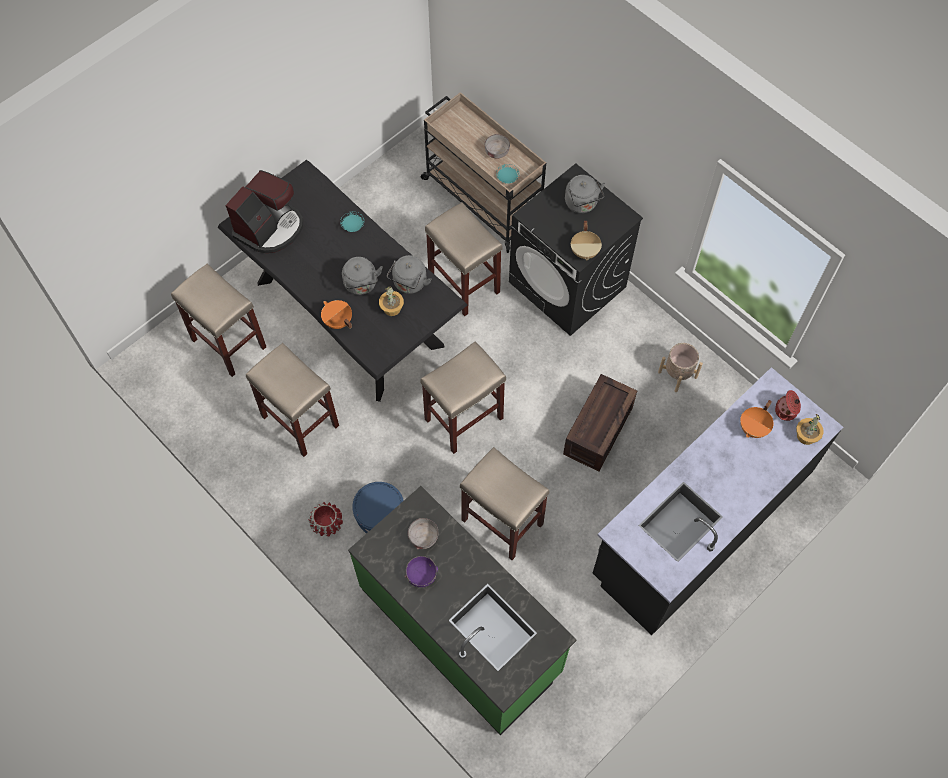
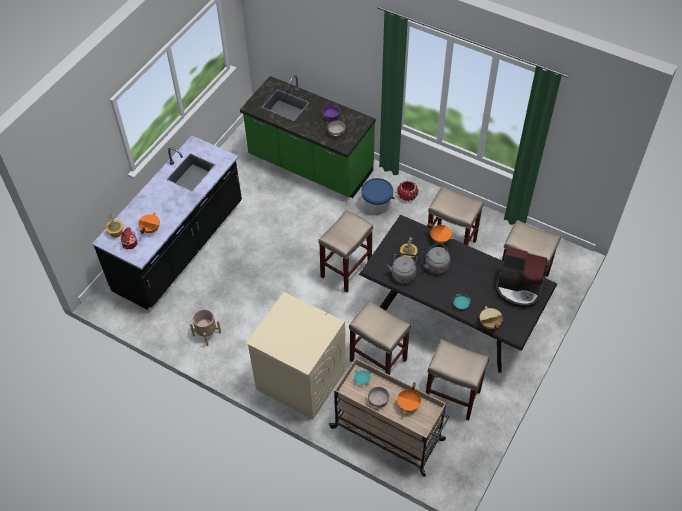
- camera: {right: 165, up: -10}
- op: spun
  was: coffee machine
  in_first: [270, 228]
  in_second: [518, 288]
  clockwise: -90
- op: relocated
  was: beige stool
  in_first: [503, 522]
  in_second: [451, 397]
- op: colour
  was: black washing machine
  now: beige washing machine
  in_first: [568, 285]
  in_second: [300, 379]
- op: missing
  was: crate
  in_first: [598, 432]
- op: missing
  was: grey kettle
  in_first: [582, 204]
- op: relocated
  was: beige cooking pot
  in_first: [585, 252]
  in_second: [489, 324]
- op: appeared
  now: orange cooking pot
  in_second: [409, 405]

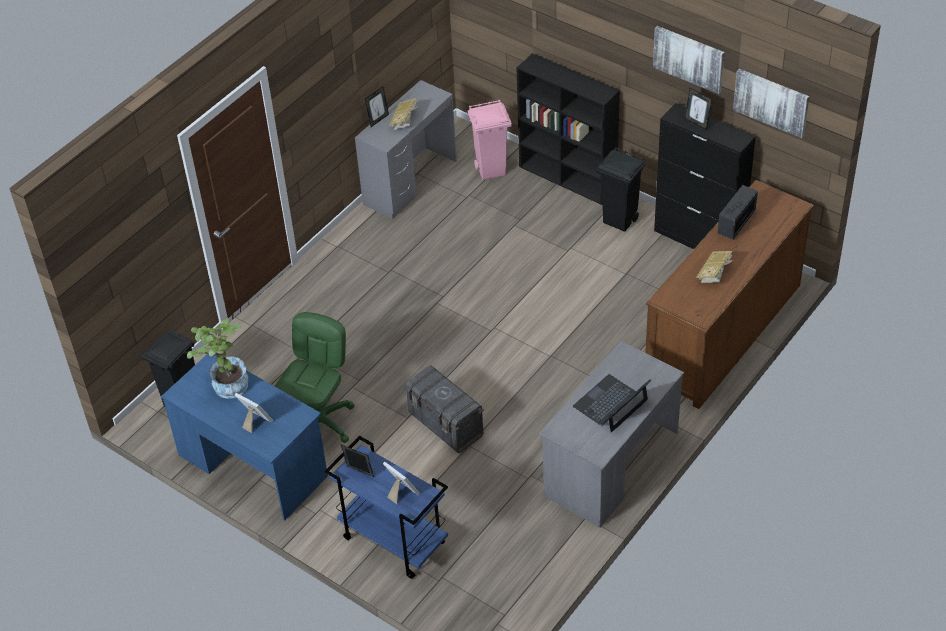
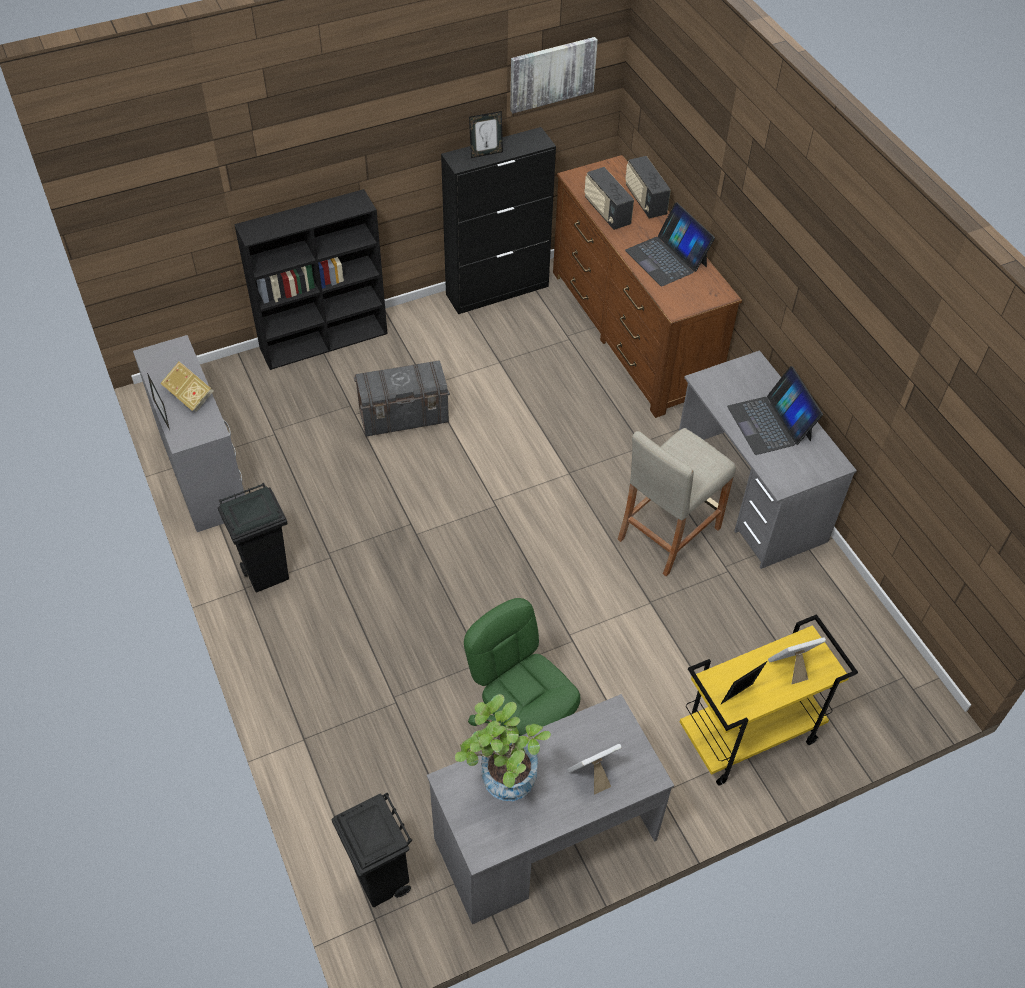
- camera: {right: -65, up: 5}
- op: colour
  was: blue desk
  now: grey desk
  in_first: [252, 465]
  in_second: [545, 839]
- op: colour
  was: blue cart
  now: yellow cart
  in_first: [392, 540]
  in_second: [748, 737]
- op: relocated
  was: grey storage box
  in_first: [446, 424]
  in_second: [404, 417]
- op: missing
  was: pink trash can
  in_first: [491, 170]
- op: relocated
  was: black trash can
  in_first: [620, 221]
  in_second: [267, 574]
- op: missing
  was: picture
  in_first: [689, 58]
- op: exchanged
  was: book
  now: laptop
  in_first: [714, 274]
  in_second: [667, 258]
- op: appeared
  now: beige stool
  in_second: [668, 533]
- op: appeared
  now: radio
  in_second: [645, 201]

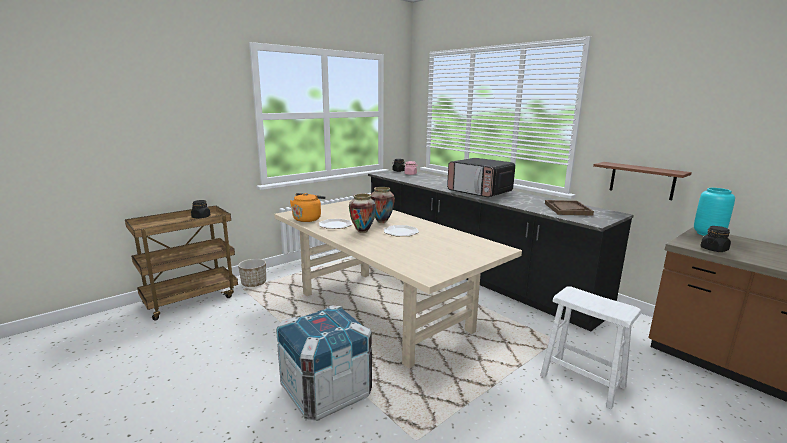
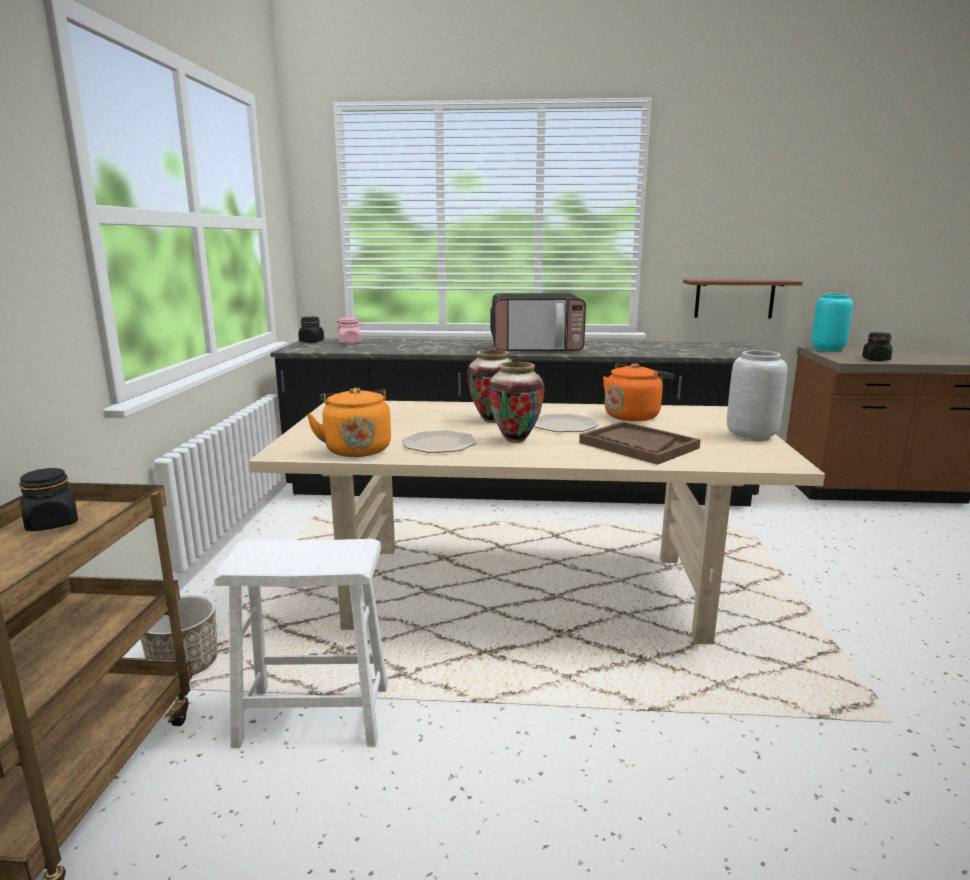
- camera: {right: -45, up: 0}
- op: missing
  was: crate
  in_first: [326, 391]
- op: relocated
  was: white stool
  in_first: [582, 381]
  in_second: [314, 715]
- op: relocated
  was: brown tray
  in_first: [567, 209]
  in_second: [638, 445]
- op: appeared
  now: orange kettle
  in_second: [633, 416]
- op: appeared
  now: grey vase
  in_second: [752, 436]

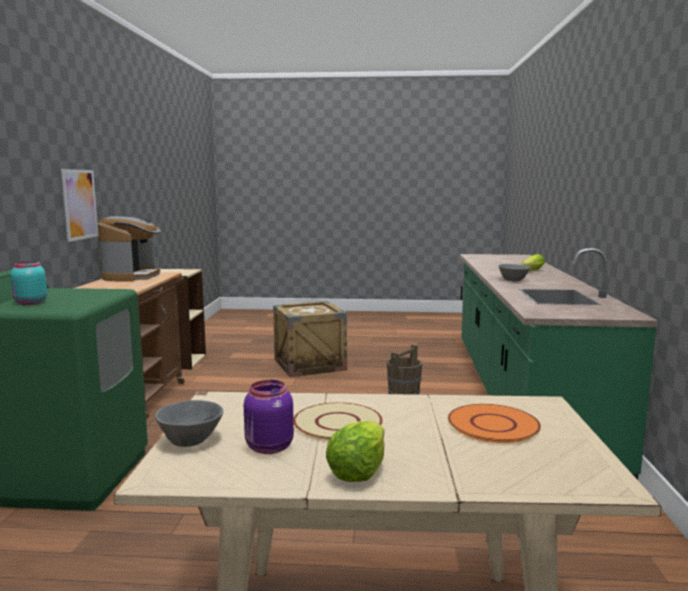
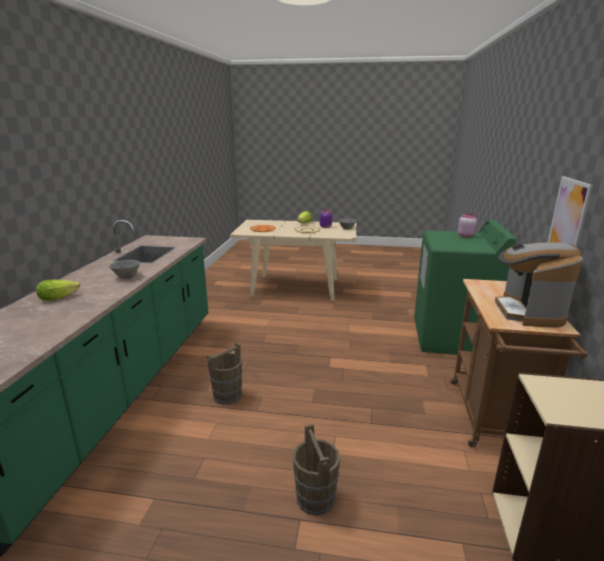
- camera: {right: -175, up: 10}
- op: colour
  was: turquoise jar
  now: pink jar
  in_first: [30, 303]
  in_second: [465, 236]
- op: exchanged
  was: crate
  now: brown bucket
  in_first: [309, 365]
  in_second: [315, 498]

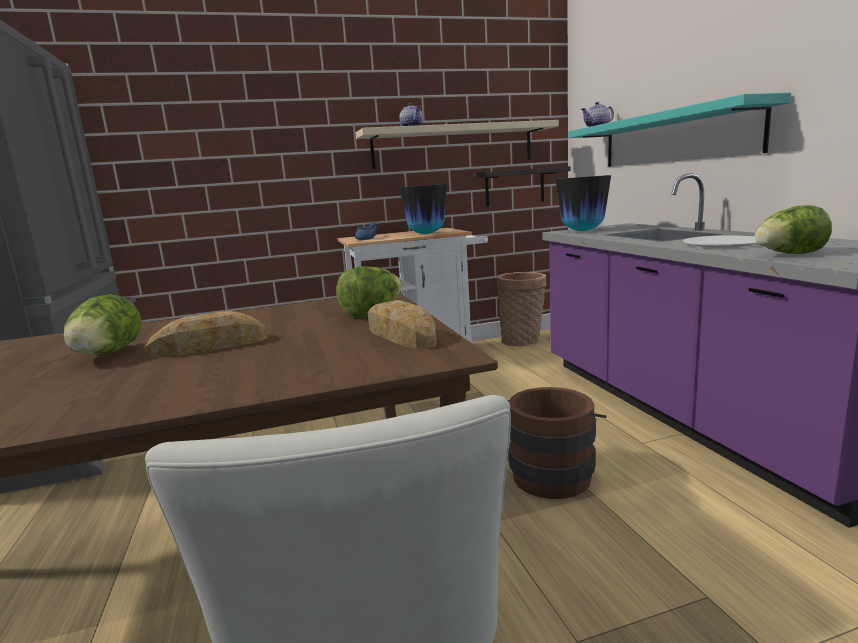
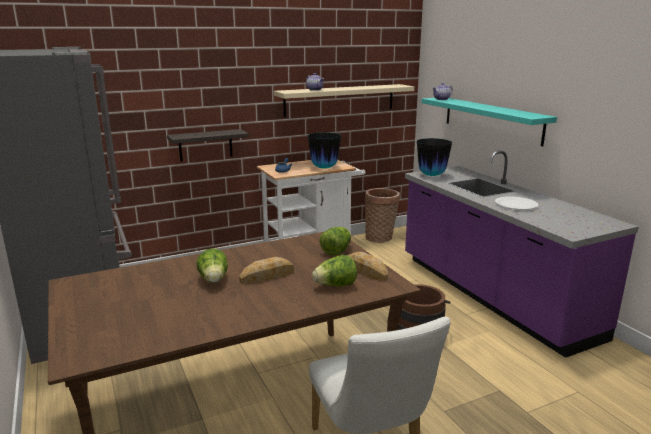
- camera: {right: -10, up: 5}
- op: relocated
  was: shelf
  in_first: [514, 187]
  in_second: [205, 145]
- op: relocated
  was: lettuce
  in_first: [789, 254]
  in_second: [335, 285]

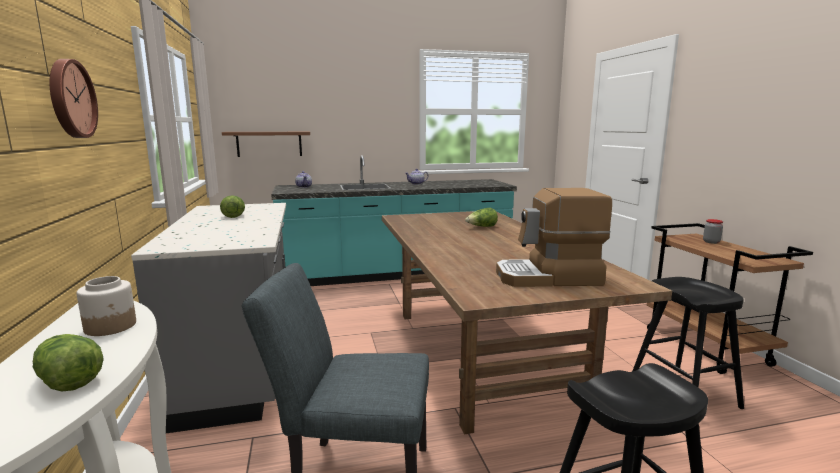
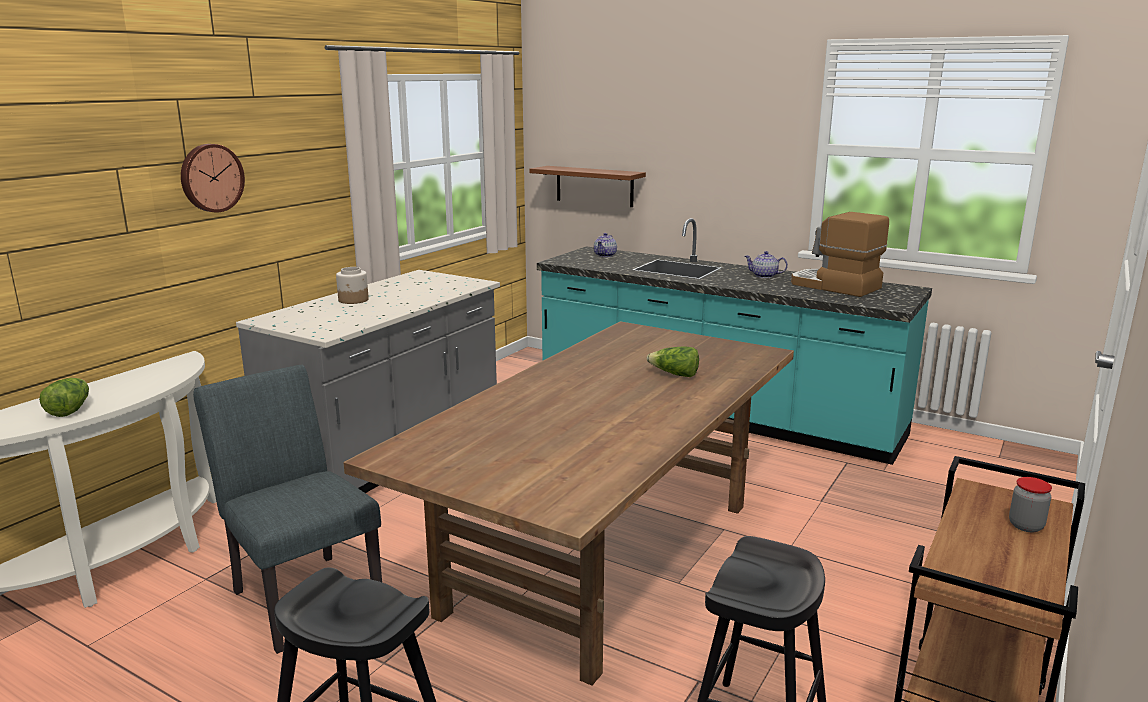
- camera: {right: 45, up: 5}
- op: relocated
  was: jar
  in_first: [111, 326]
  in_second: [353, 300]
- op: missing
  was: lettuce
  in_first: [233, 215]
- op: relocated
  was: coffee machine
  in_first: [548, 277]
  in_second: [834, 286]

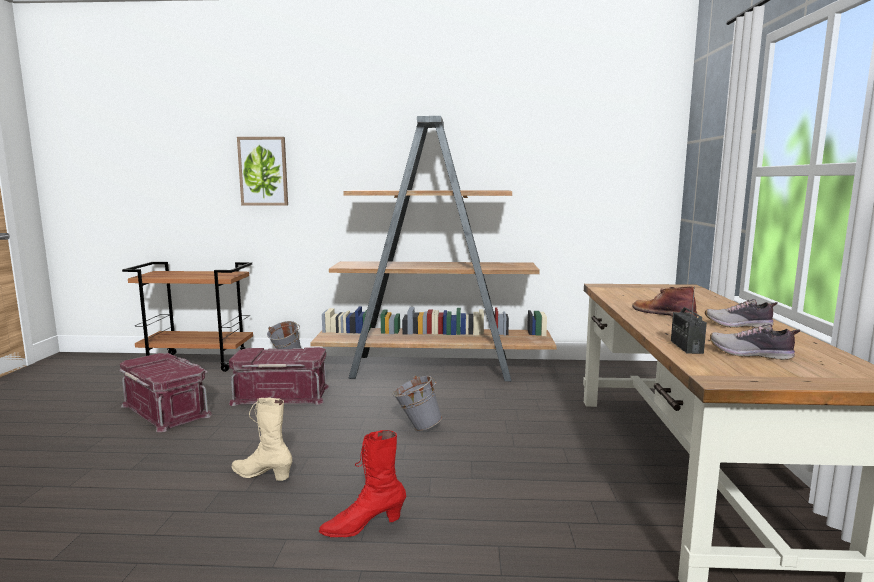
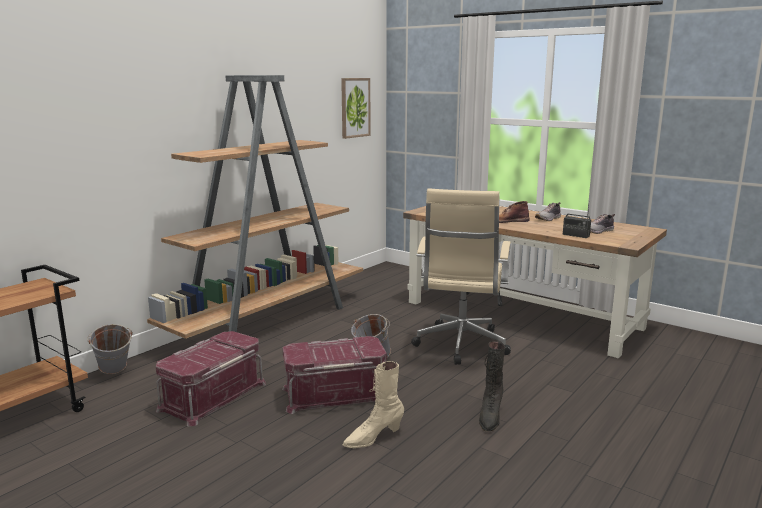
- camera: {right: -55, up: 5}
- op: relocated
  was: red storage box
  in_first: [167, 410]
  in_second: [335, 393]
- op: relocated
  was: picture
  in_first: [263, 171]
  in_second: [355, 107]
- op: colour
  was: red boot
  now: black boot
  in_first: [363, 526]
  in_second: [490, 416]
- op: appeared
  now: beige office chair
  in_second: [460, 346]

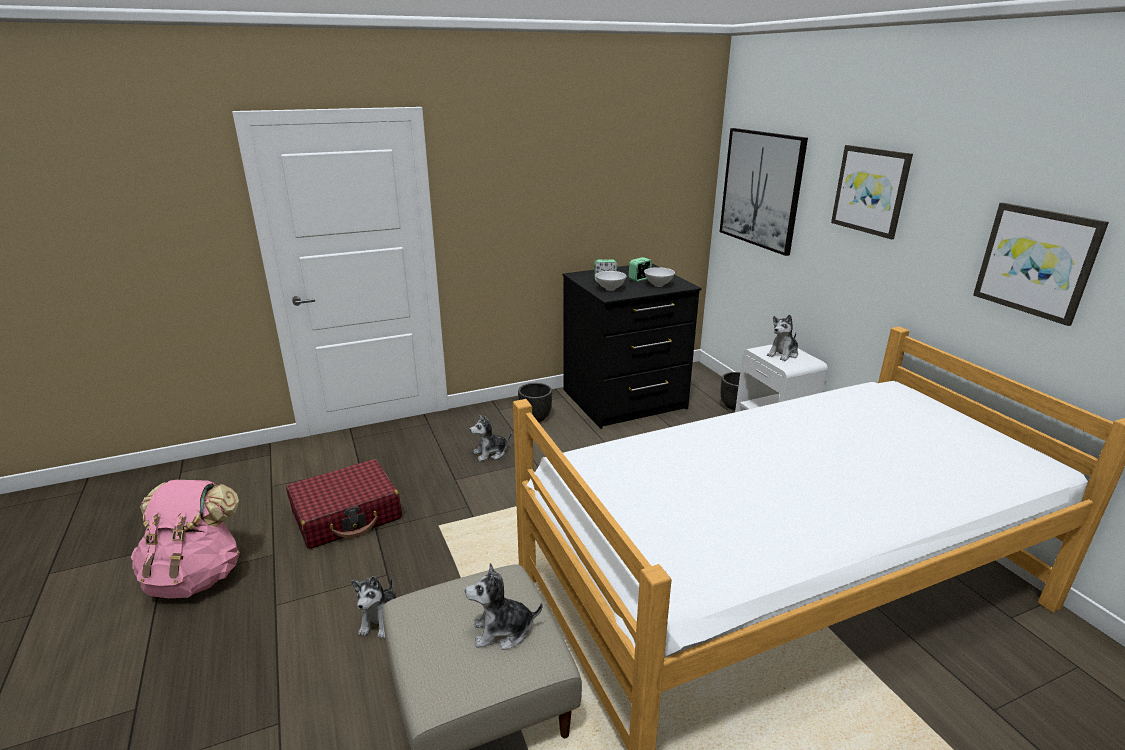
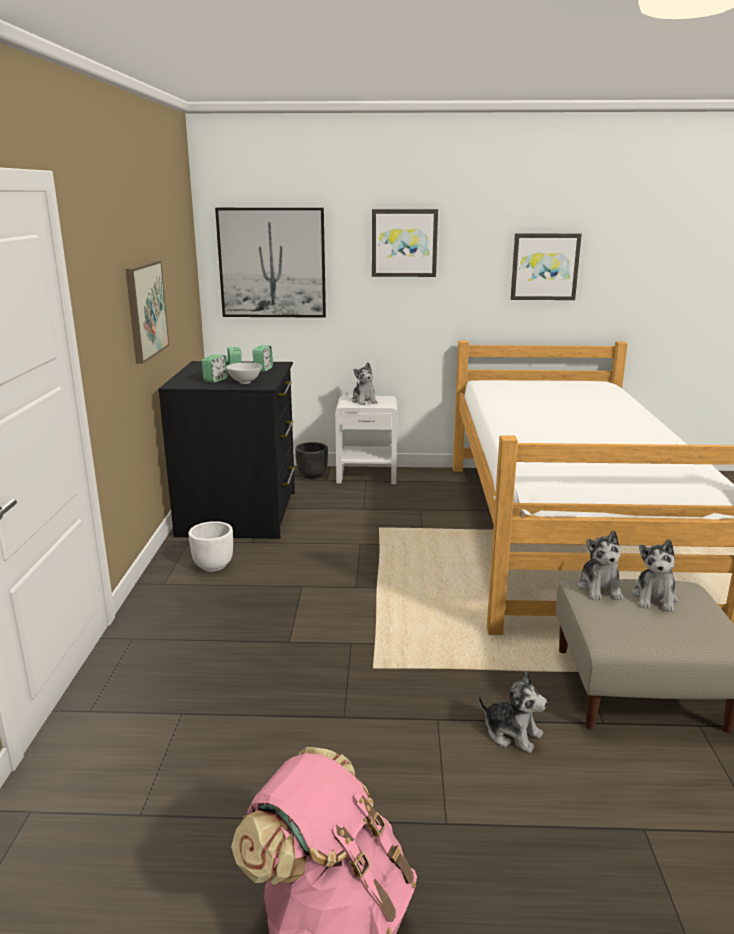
- camera: {right: -65, up: -5}
- op: missing
  was: red suitcase
  in_first: [347, 515]
- op: relocated
  was: plush toy
  in_first: [490, 453]
  in_second: [600, 588]
- op: colour
  was: black planter
  now: white planter
  in_first: [536, 417]
  in_second: [213, 565]
- op: exchanged
  was: white bowl
  now: alarm clock
  in_first: [658, 285]
  in_second: [263, 369]
- op: appeared
  now: picture
  in_second: [145, 310]

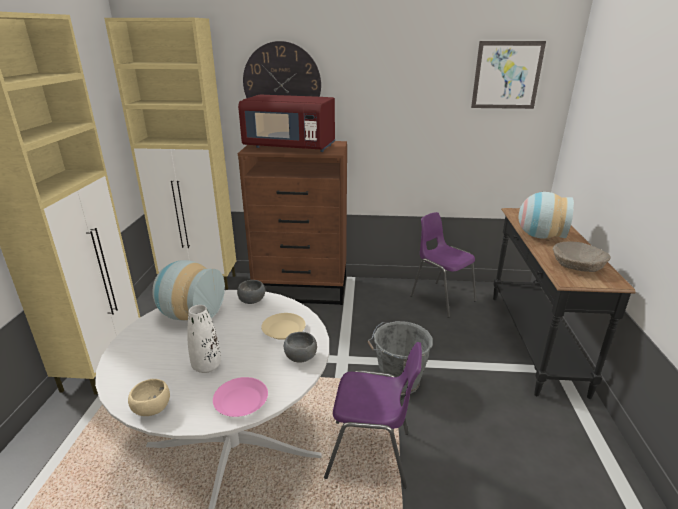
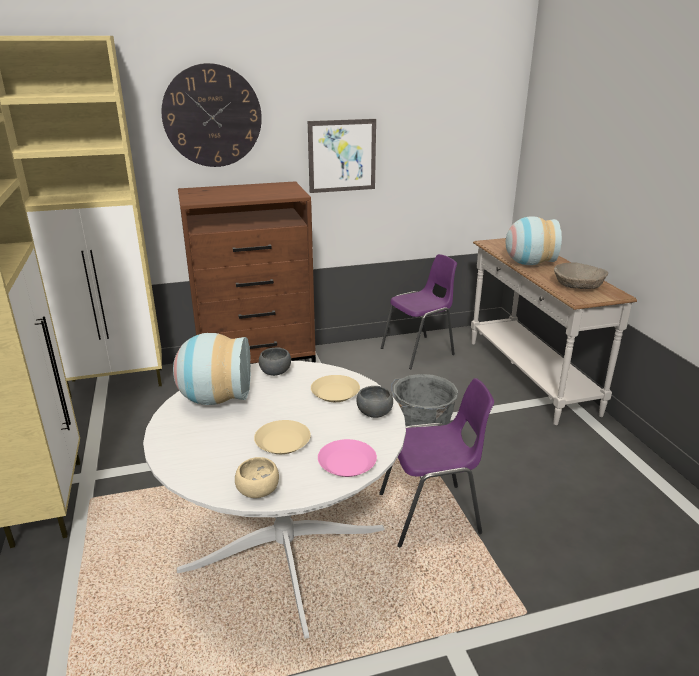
- camera: {right: -20, up: 0}
- op: exchanged
  was: white vase
  now: beige plate
  in_first: [207, 366]
  in_second: [282, 442]
- op: missing
  was: red microwave
  in_first: [290, 147]
- op: spun
  was: purple chair
  in_first: [441, 298]
  in_second: [419, 351]
  clockwise: 120
- op: relocated
  was: picture
  in_first: [507, 75]
  in_second: [342, 156]
- op: colour
  was: black console table
  now: white console table
  in_first: [532, 340]
  in_second: [528, 376]

